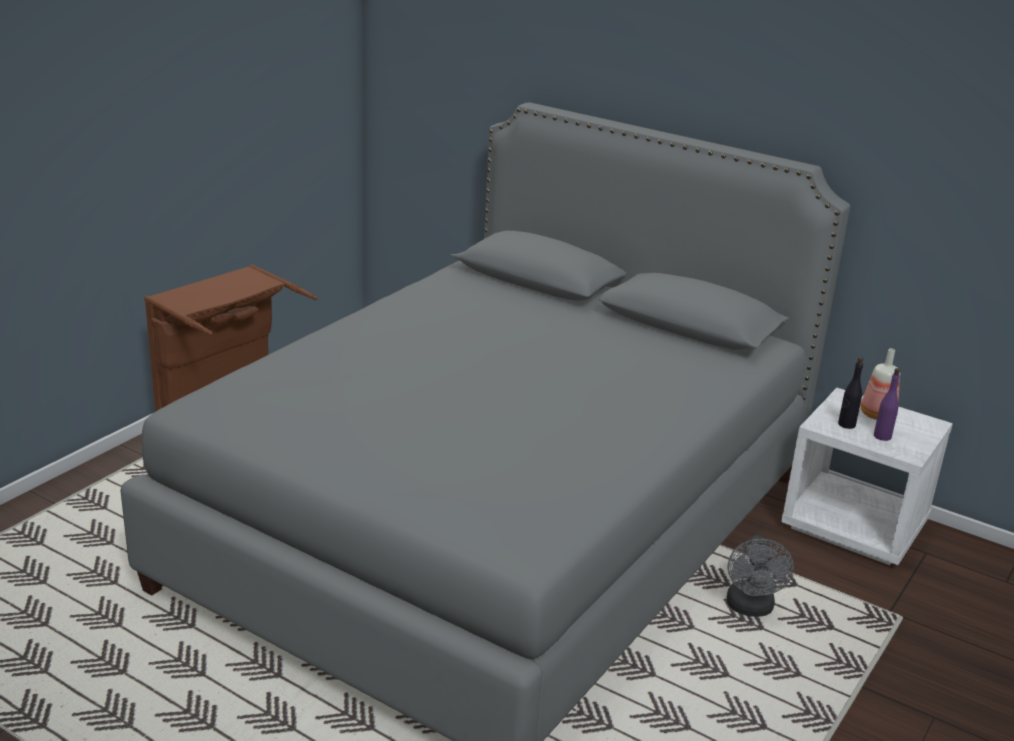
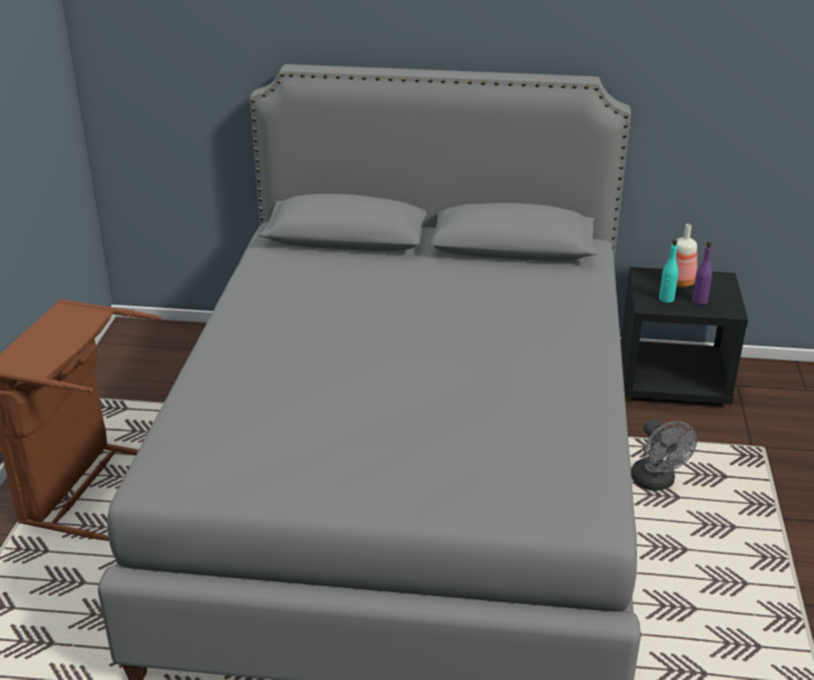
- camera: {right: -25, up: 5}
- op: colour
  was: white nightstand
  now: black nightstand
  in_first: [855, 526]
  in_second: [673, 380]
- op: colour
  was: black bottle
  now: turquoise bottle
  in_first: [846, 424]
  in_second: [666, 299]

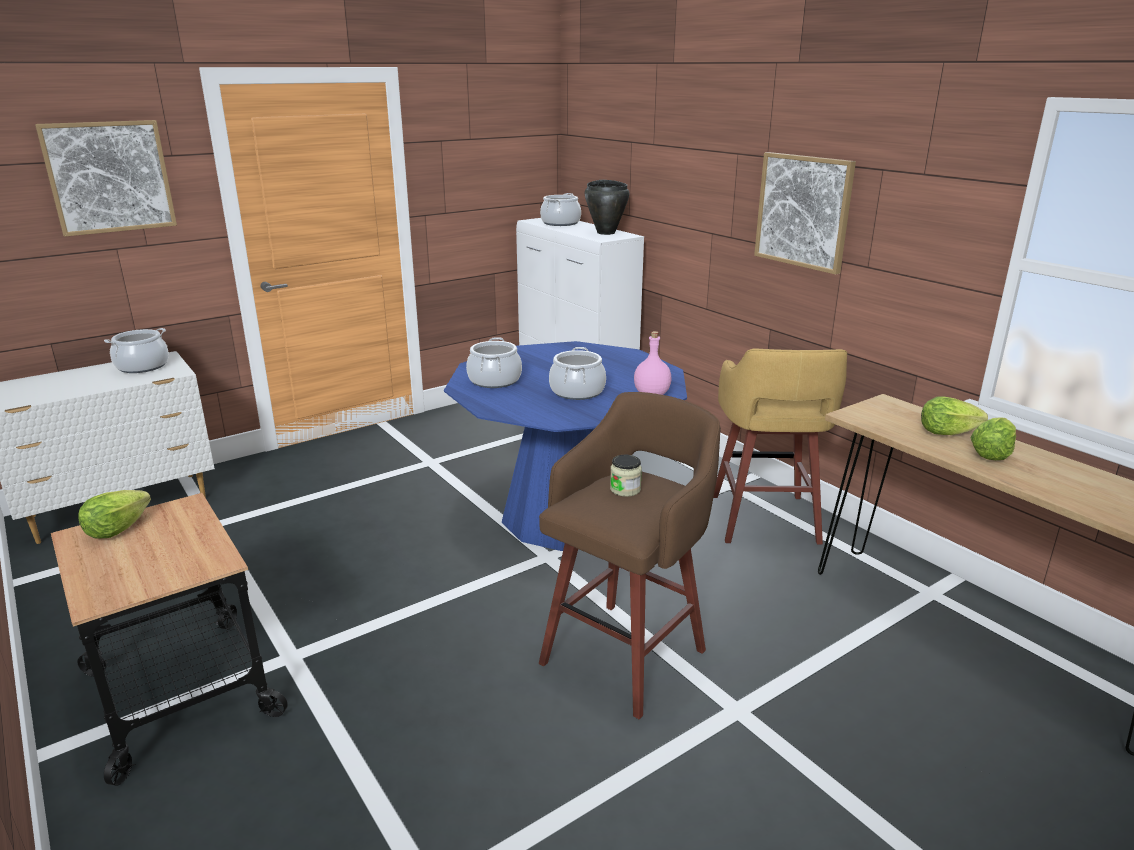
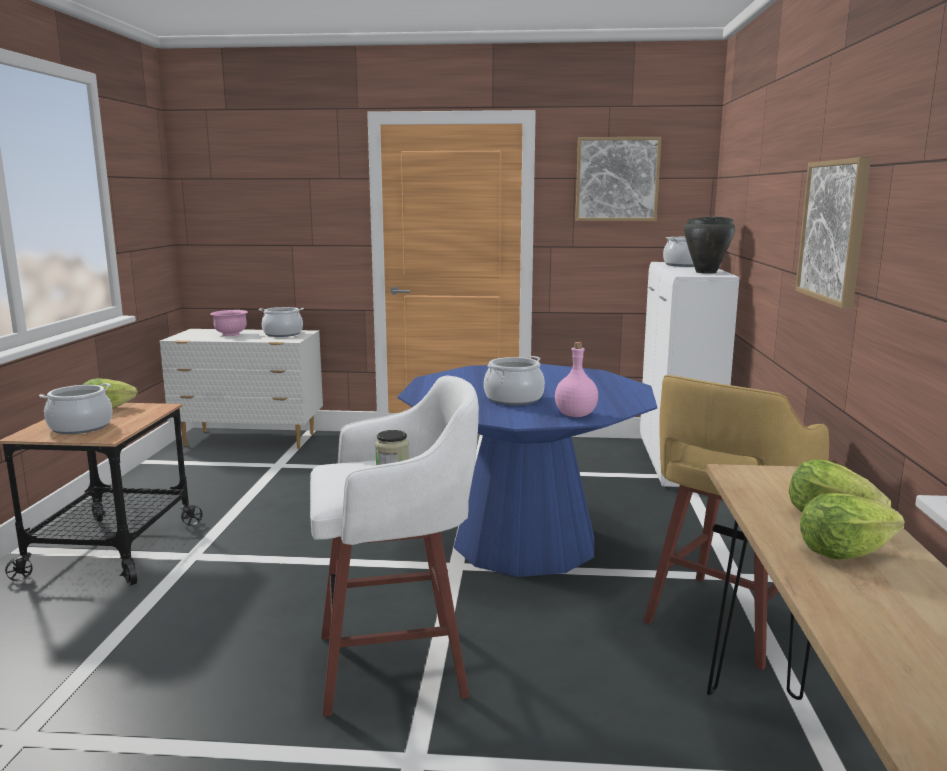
- camera: {right: 40, up: -10}
- op: relocated
  was: picture
  in_first: [109, 177]
  in_second: [617, 179]
- op: relocated
  was: cooking pot
  in_first: [494, 380]
  in_second: [80, 427]
- op: colour
  was: brown stool
  now: white stool
  in_first: [627, 654]
  in_second: [397, 664]
- op: appeared
  now: pink bowl
  in_second: [230, 334]

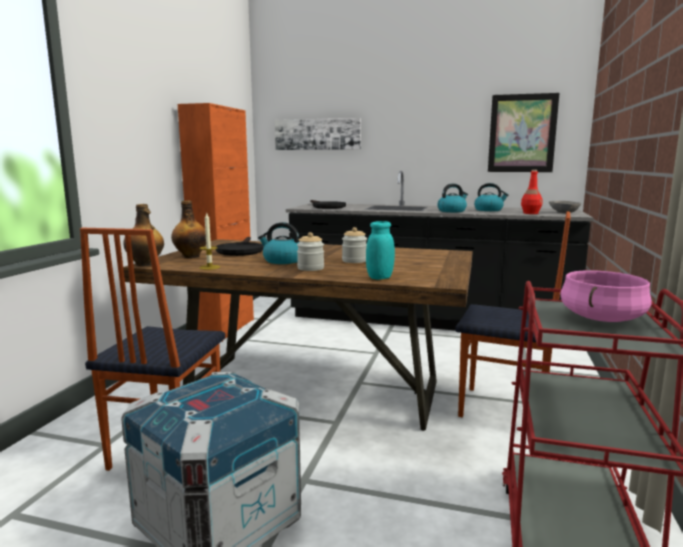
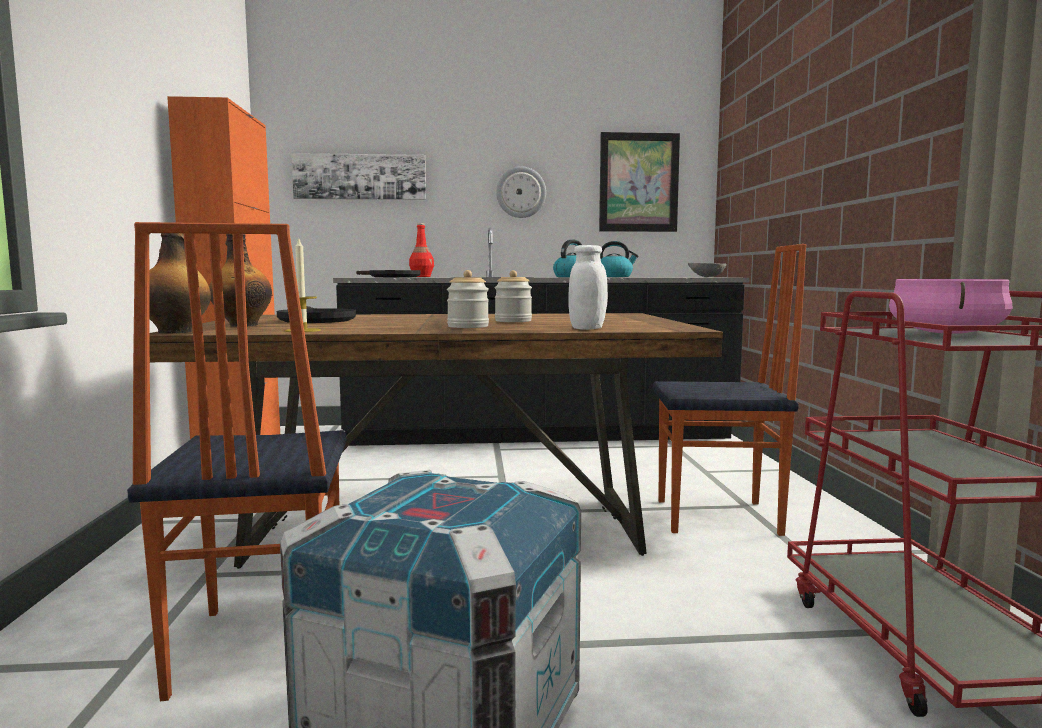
- camera: {right: -20, up: -5}
- op: missing
  was: kettle
  in_first: [282, 261]
- op: colour
  was: turquoise jar
  now: white jar
  in_first: [380, 277]
  in_second: [587, 328]
- op: relocated
  was: red bottle
  in_first: [530, 213]
  in_second: [422, 277]
- op: appeared
  now: wall clock
  in_second: [521, 192]

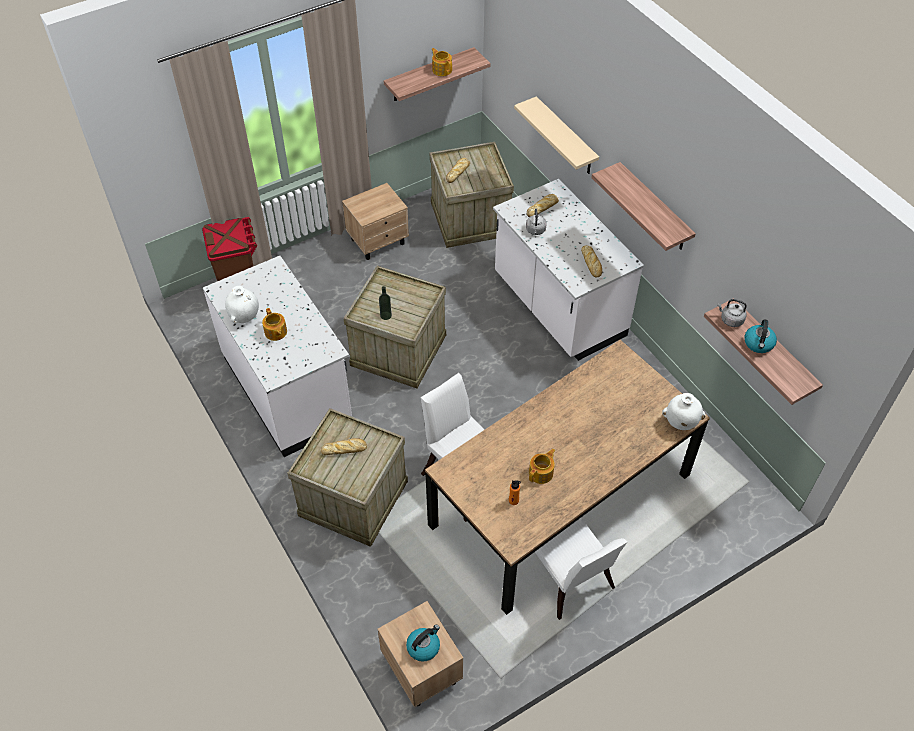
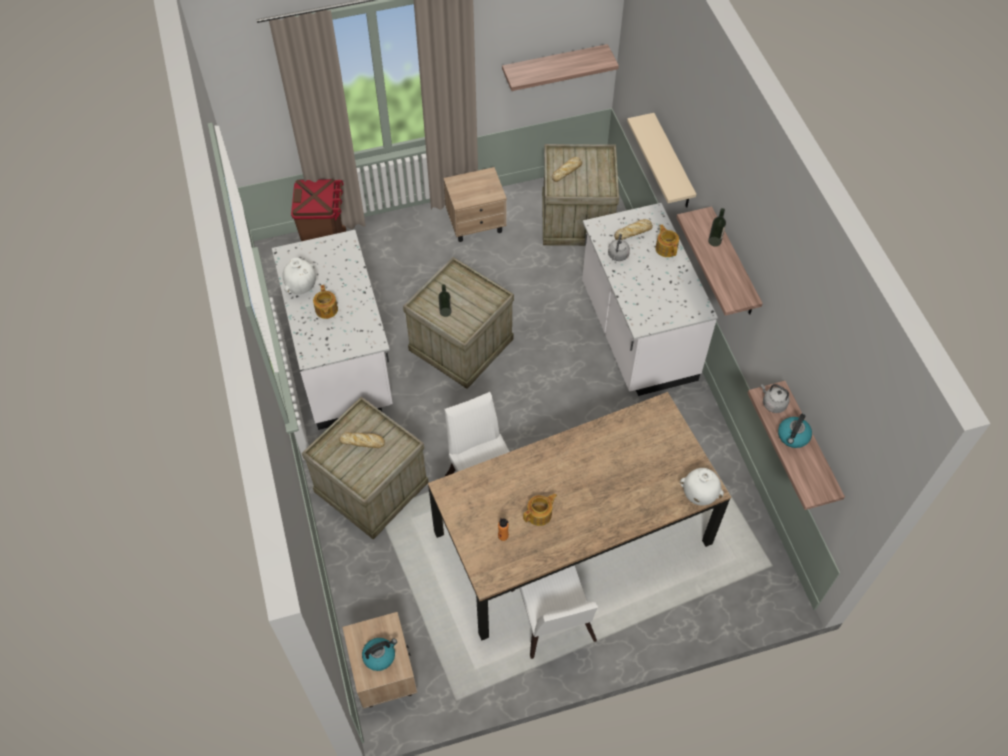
- camera: {right: 15, up: 5}
- op: relocated
  was: teapot
  in_first: [442, 69]
  in_second: [666, 248]
- op: missing
  was: bread
  in_first: [591, 263]
- op: appeared
  now: bottle
  in_second: [714, 241]

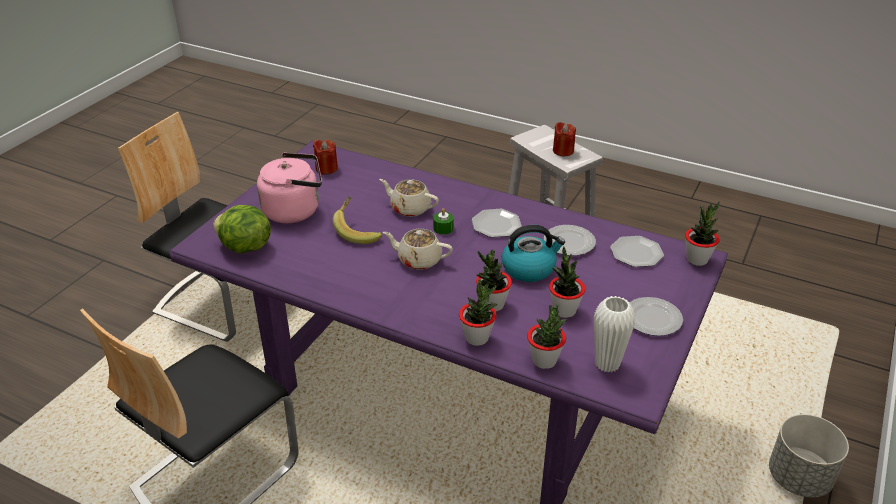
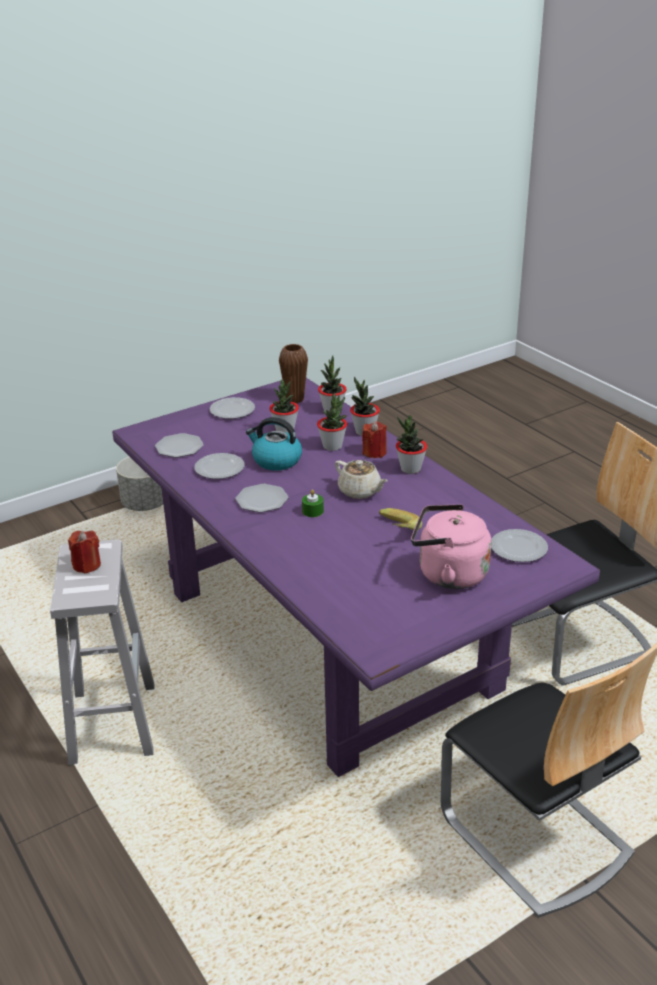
- camera: {right: -150, up: -5}
- op: exchanged
  was: lettuce
  now: plate
  in_first: [245, 248]
  in_second: [518, 548]
- op: relocated
  was: red candle
  in_first: [326, 168]
  in_second: [374, 452]
- op: missing
  was: beige teapot
  in_first: [410, 208]
- op: colour
  was: white vase
  now: brown vase
  in_first: [607, 364]
  in_second: [294, 399]
- op: relocated
  was: potted plant
  in_first: [697, 259]
  in_second: [410, 469]

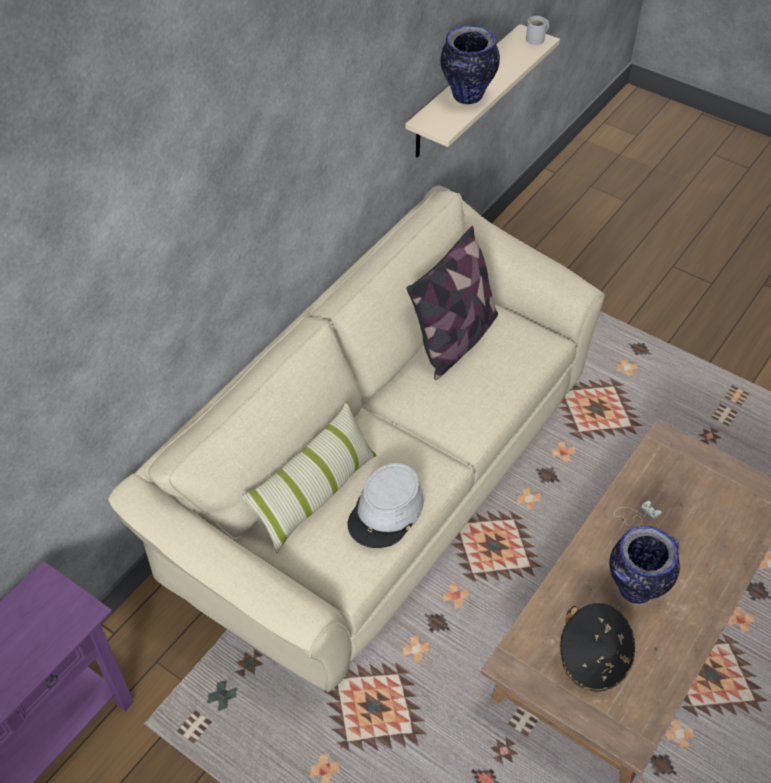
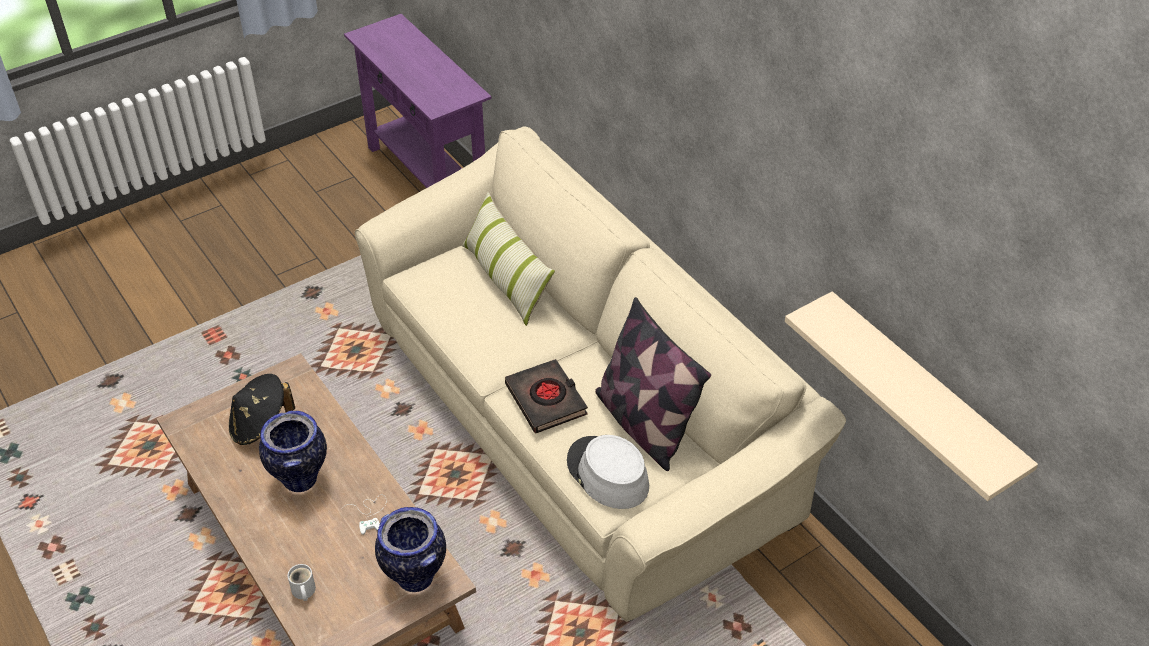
- camera: {right: 110, up: -5}
- op: relocated
  was: grey hat
  in_first: [386, 512]
  in_second: [607, 474]
- op: relocated
  was: vase
  in_first: [467, 97]
  in_second: [414, 577]
- op: relocated
  was: white mug
  in_first: [537, 39]
  in_second: [303, 591]
- op: appeared
  now: black book
  in_second: [546, 400]

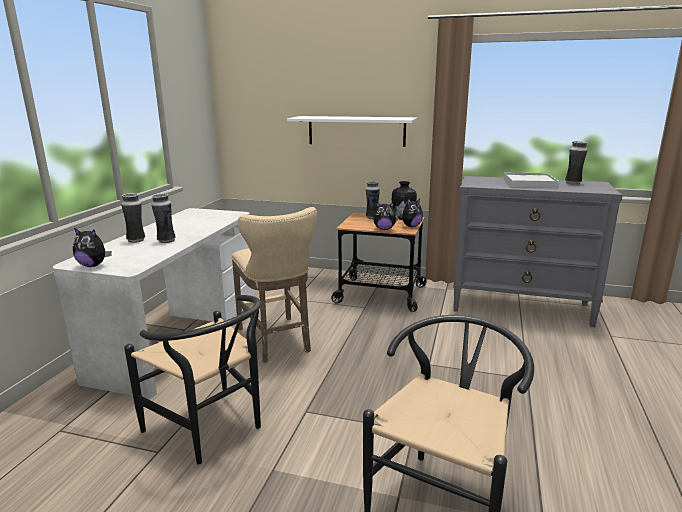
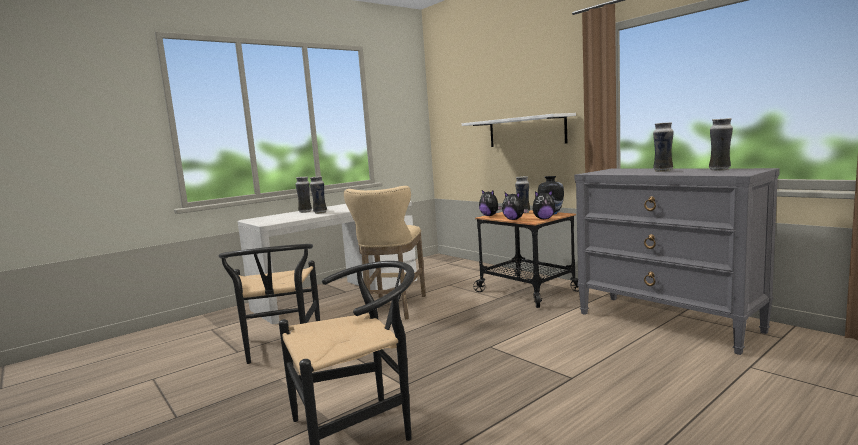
- camera: {right: 35, up: -10}
- op: relocated
  was: plush toy
  in_first: [93, 265]
  in_second: [490, 215]
- op: exchanged
  was: white tray
  now: vase
  in_first: [529, 183]
  in_second: [663, 171]

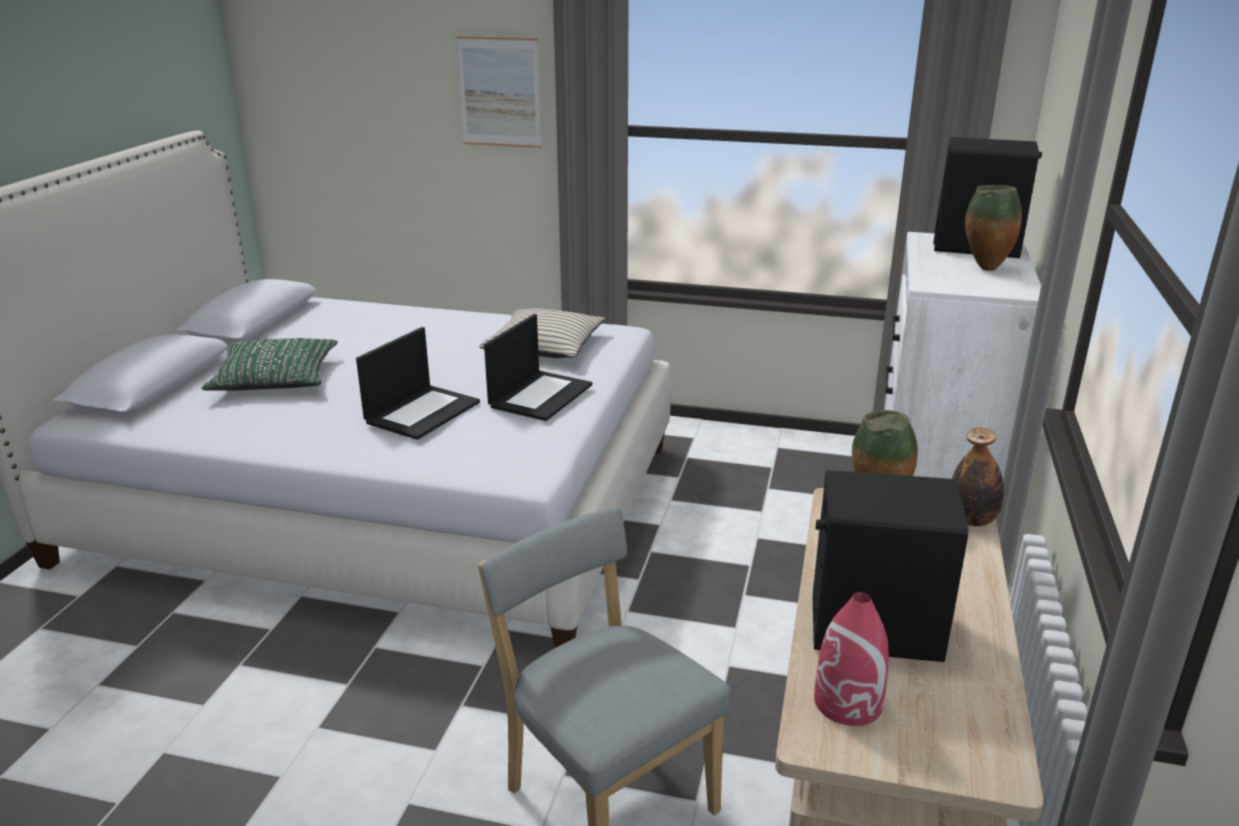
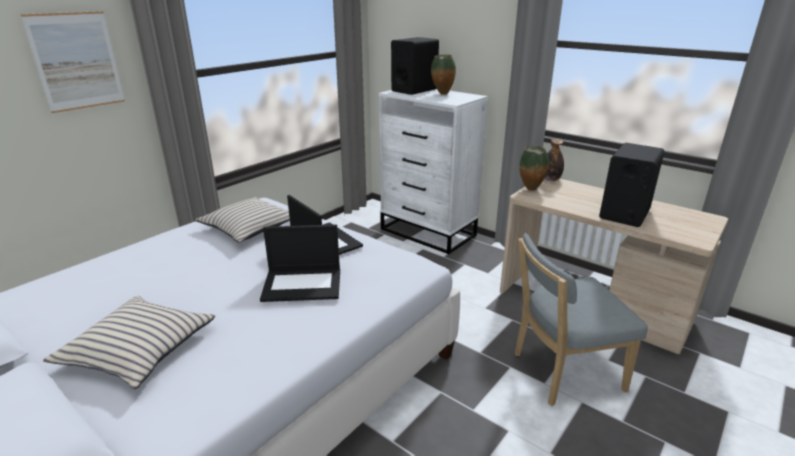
- camera: {right: -65, up: 0}
- op: colour
  was: green pillow
  now: beige pillow
  in_first: [275, 378]
  in_second: [139, 349]
- op: spun
  was: laptop
  in_first: [422, 411]
  in_second: [303, 284]
  clockwise: 120
- op: missing
  was: red vase
  in_first: [848, 703]

